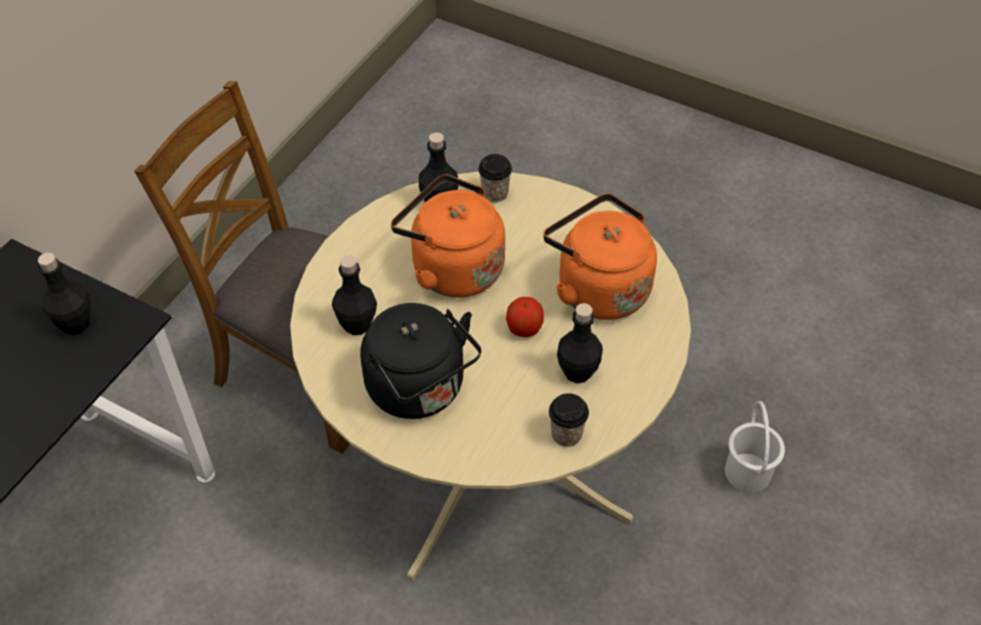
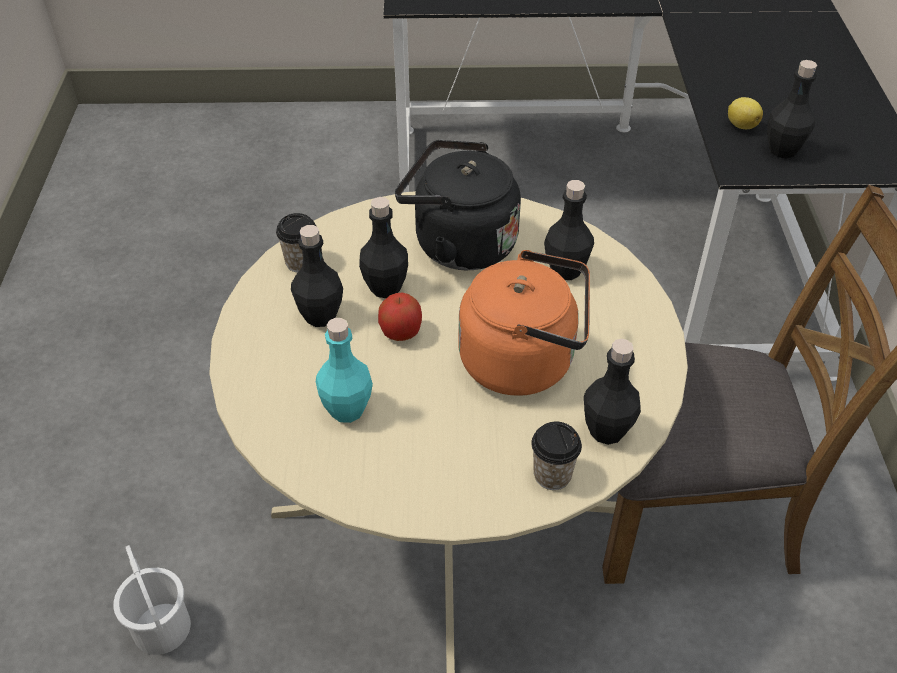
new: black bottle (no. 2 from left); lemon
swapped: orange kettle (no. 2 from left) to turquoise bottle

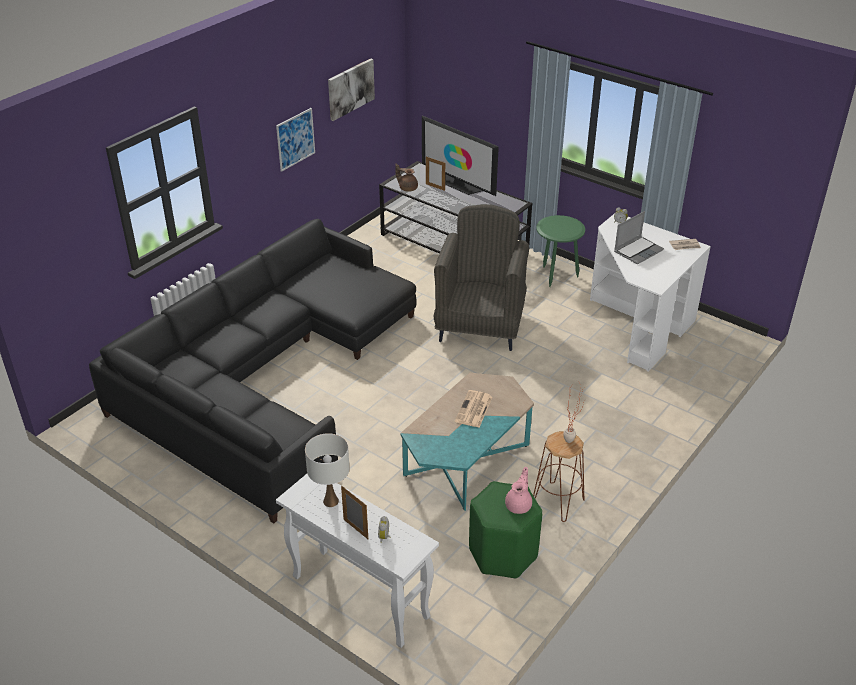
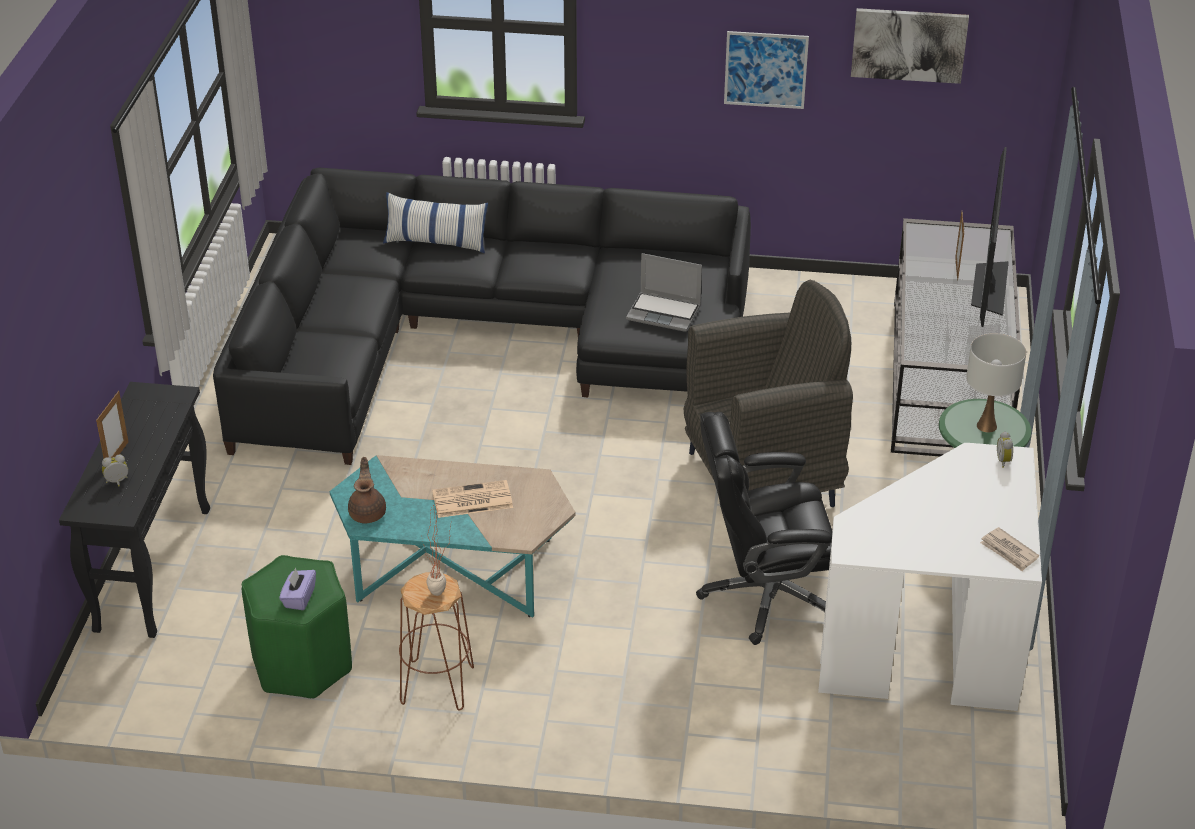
new: pillow; black office chair
shifted: white table lamp; brown teapot; laptop
swapped: pink teapot to purple tissue box
repainted: white console table to black console table

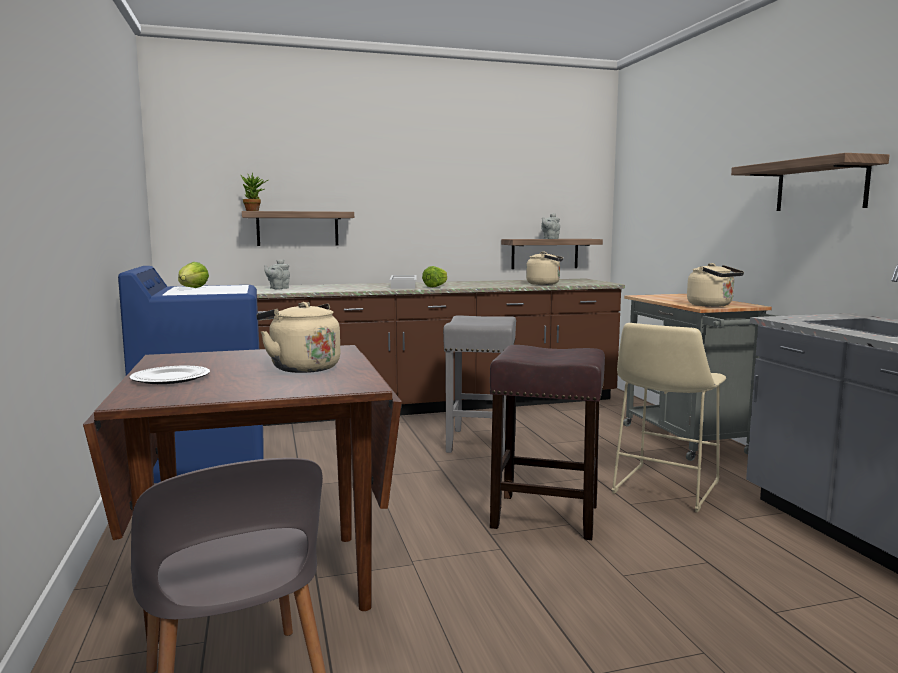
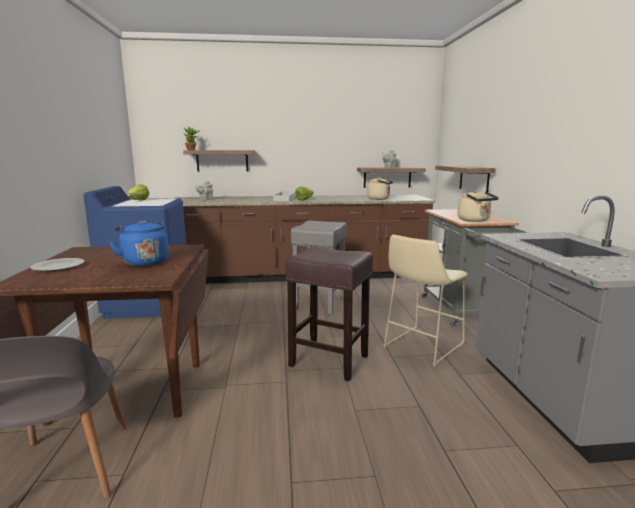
shifted: shelf (no. 3 from left)
repainted: beige kettle (no. 1 from left) to blue kettle

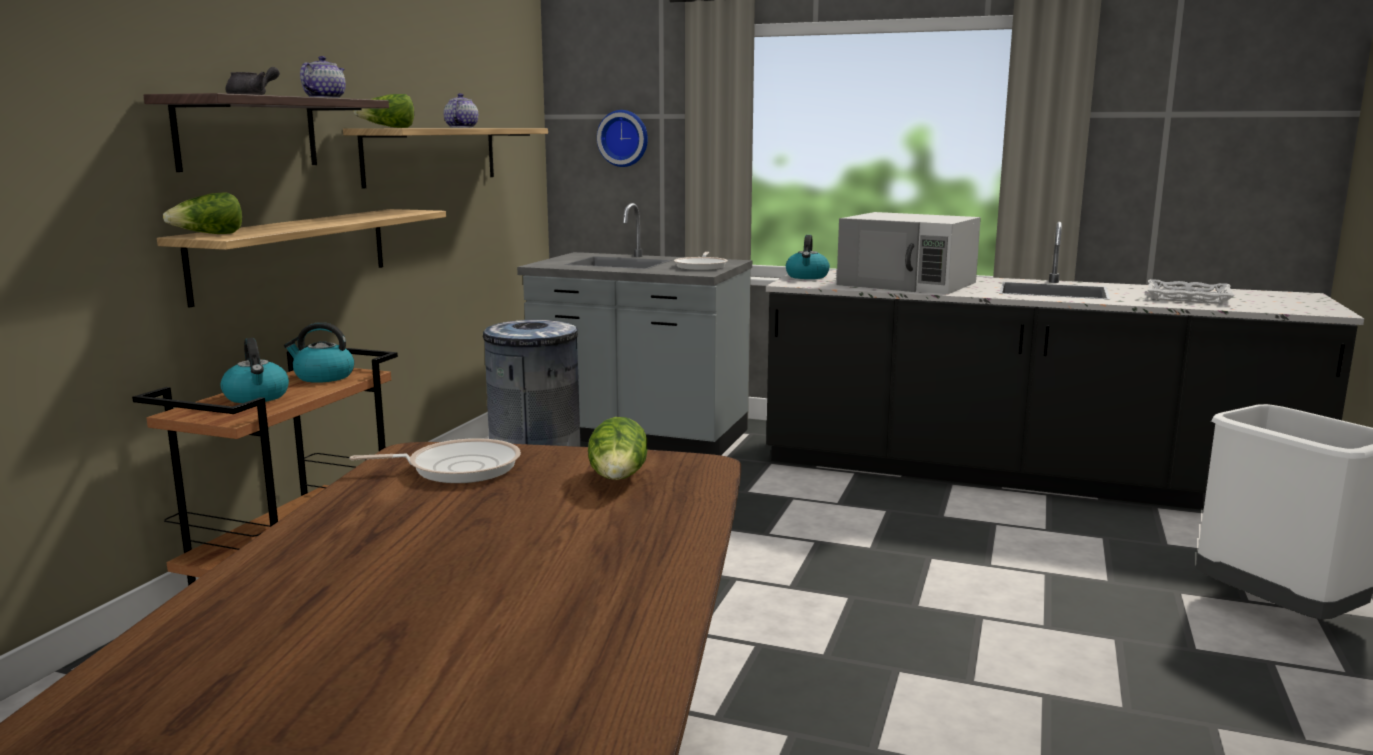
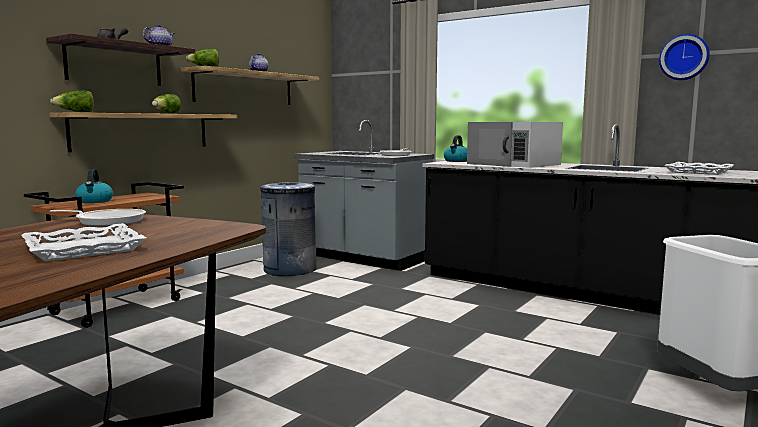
gone: kettle (no. 2 from left)
new: white tray (no. 1 from left)
shifted: lettuce (no. 3 from left in the first image) to lettuce (no. 2 from left); wall clock

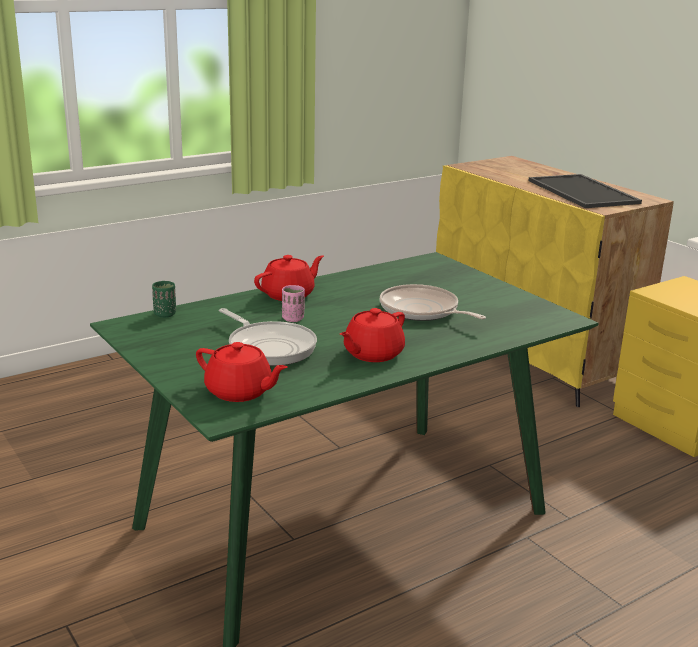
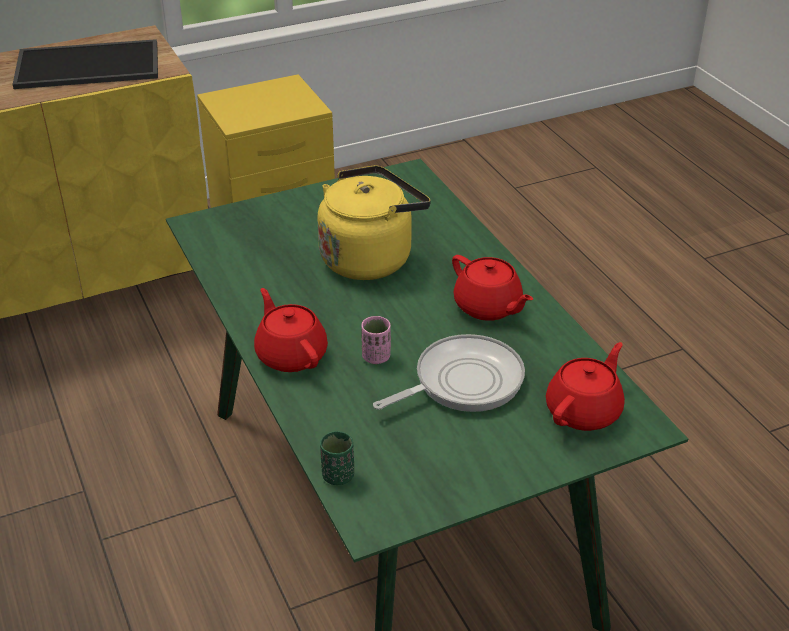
swapped: frying pan (no. 2 from left) to yellow kettle

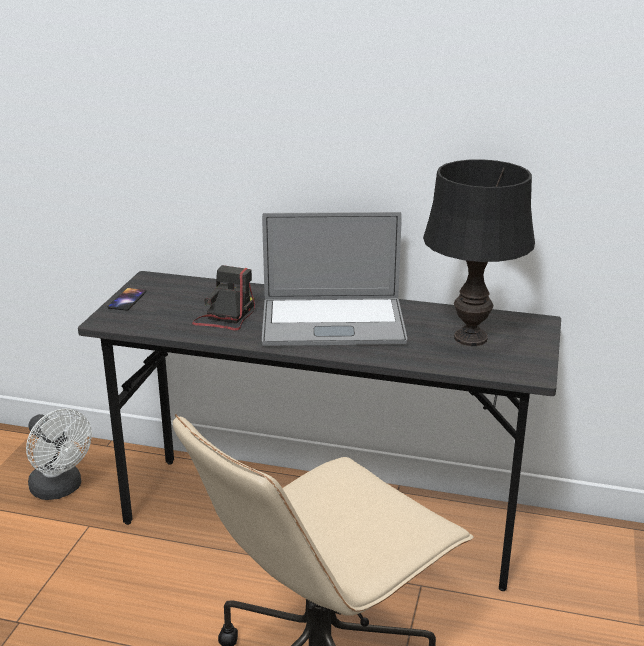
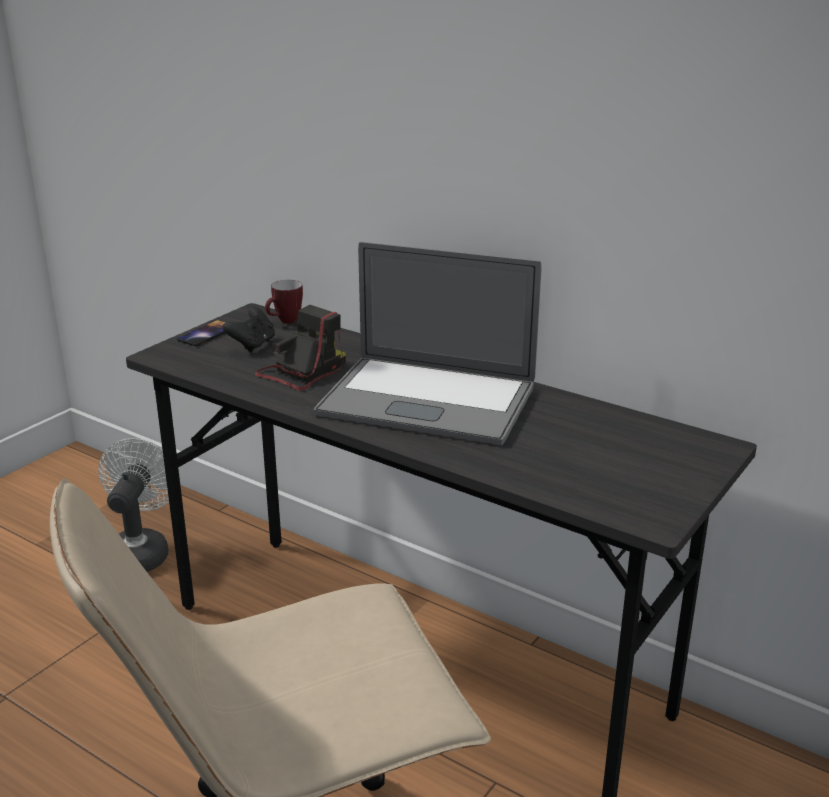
gone: black table lamp
new: black game controller; mug
rotated: white fan 150 degrees counterclockwise

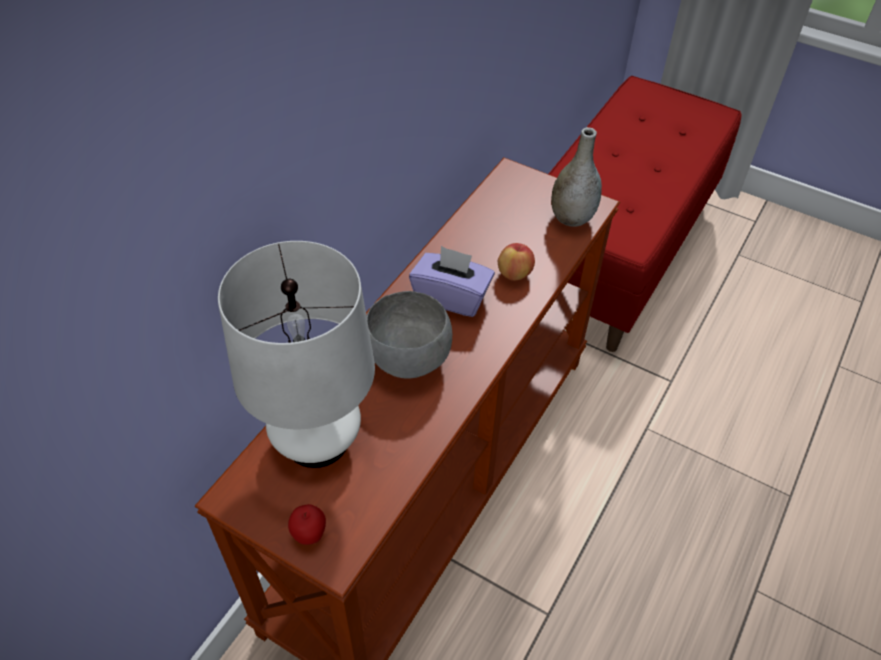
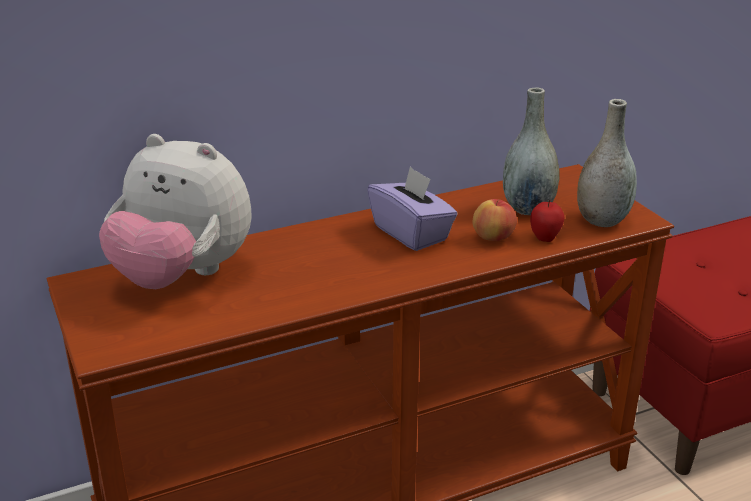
gone: grey bowl
new: grey vase (no. 1 from left)
shifted: apple (no. 1 from left in the first image) to apple (no. 2 from left)
swapped: white table lamp to plush toy

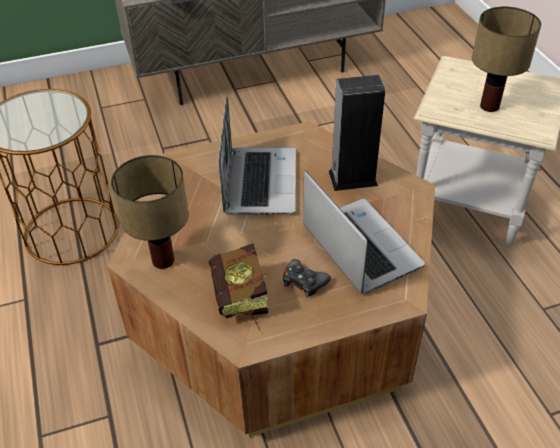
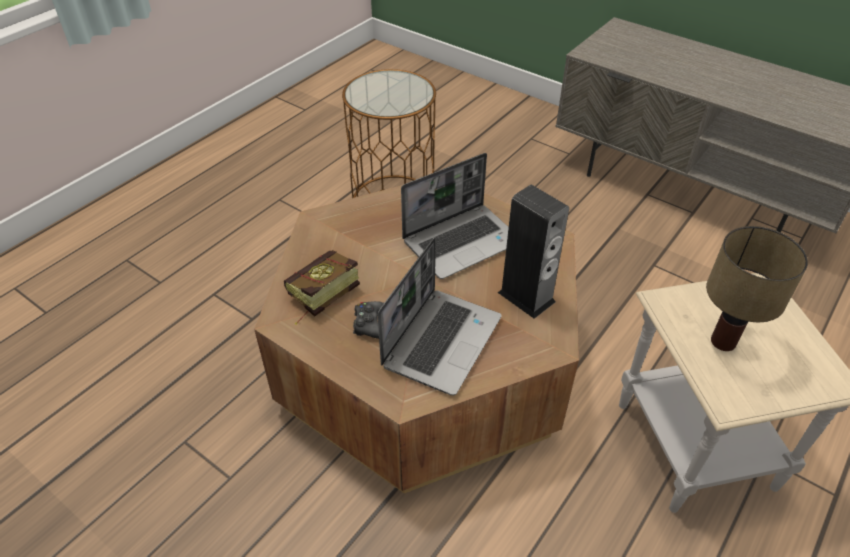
gone: table lamp (no. 1 from left)

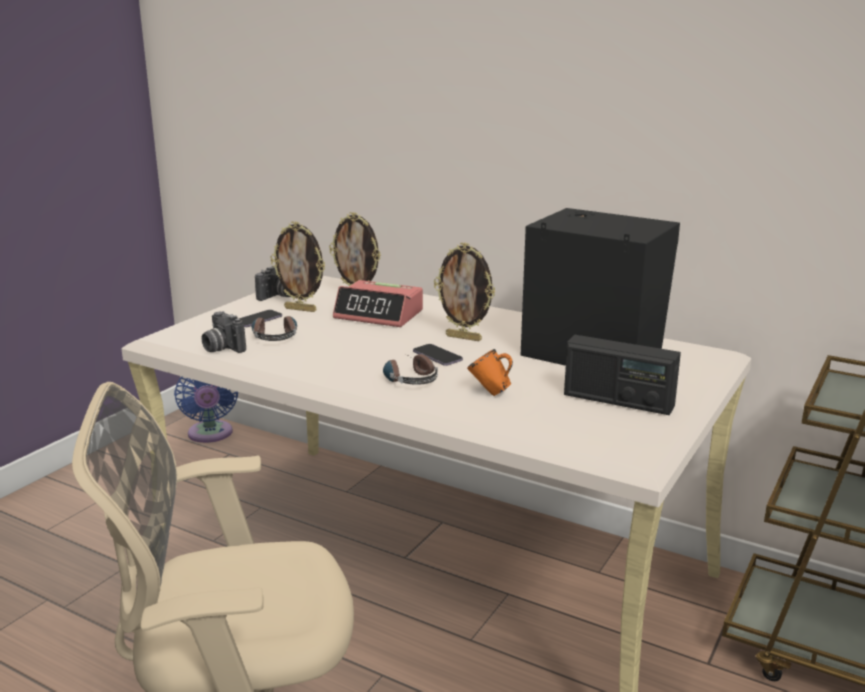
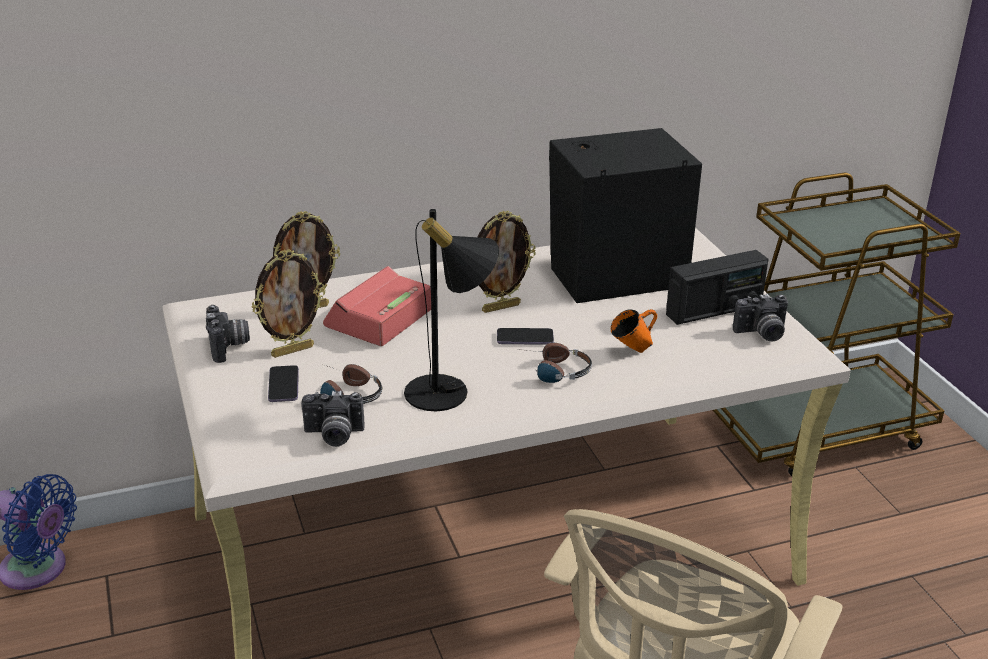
new: black table lamp; photo camera (no. 3 from left)
rotated: alarm clock 150 degrees clockwise

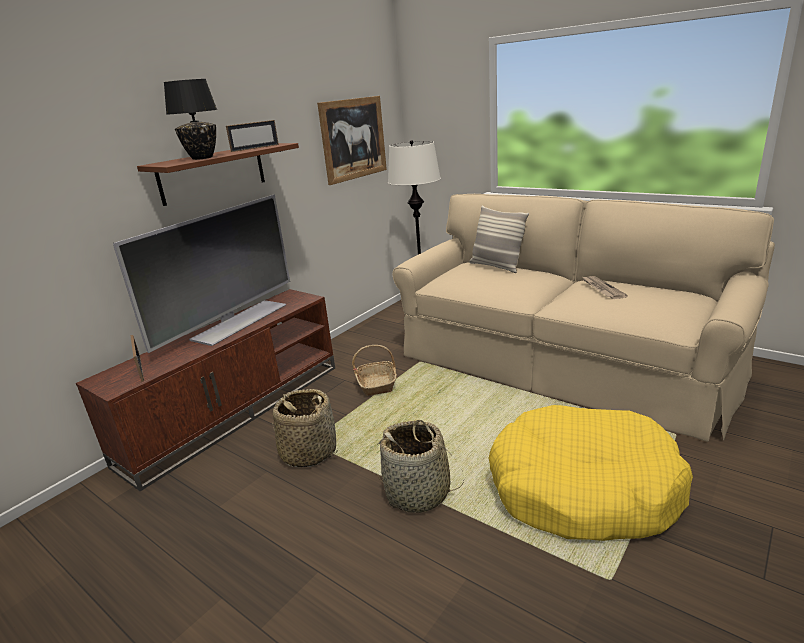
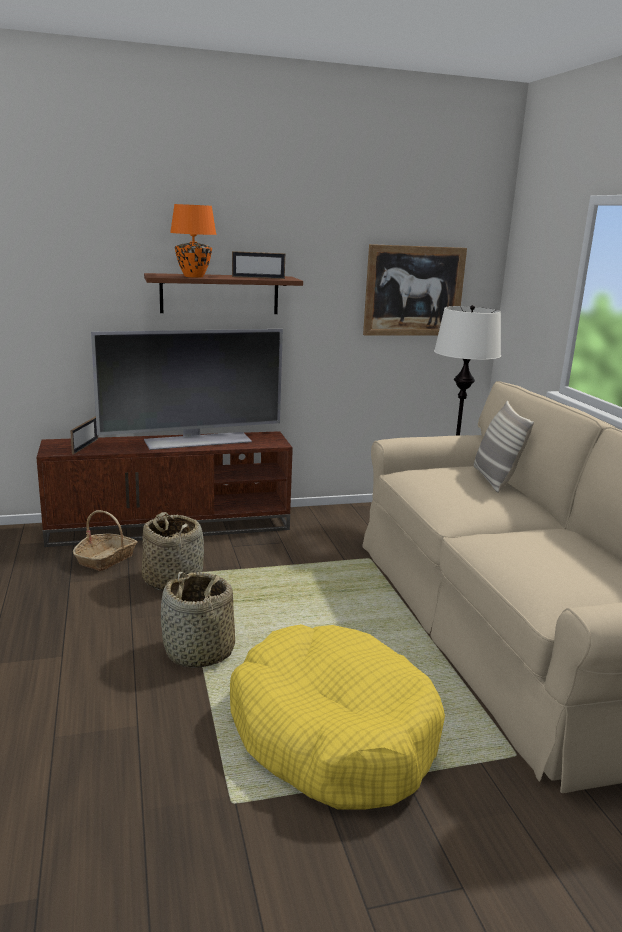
gone: newspaper
shifted: basket (no. 2 from left in the first image) to basket (no. 1 from left)
repainted: black table lamp to orange table lamp

